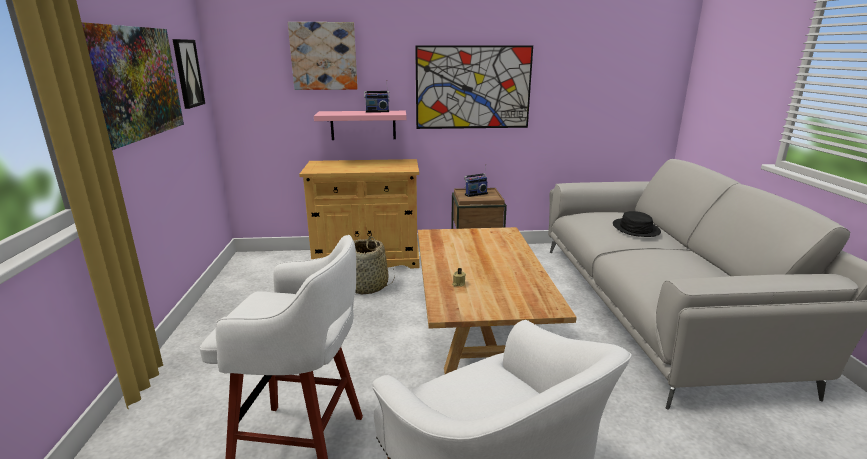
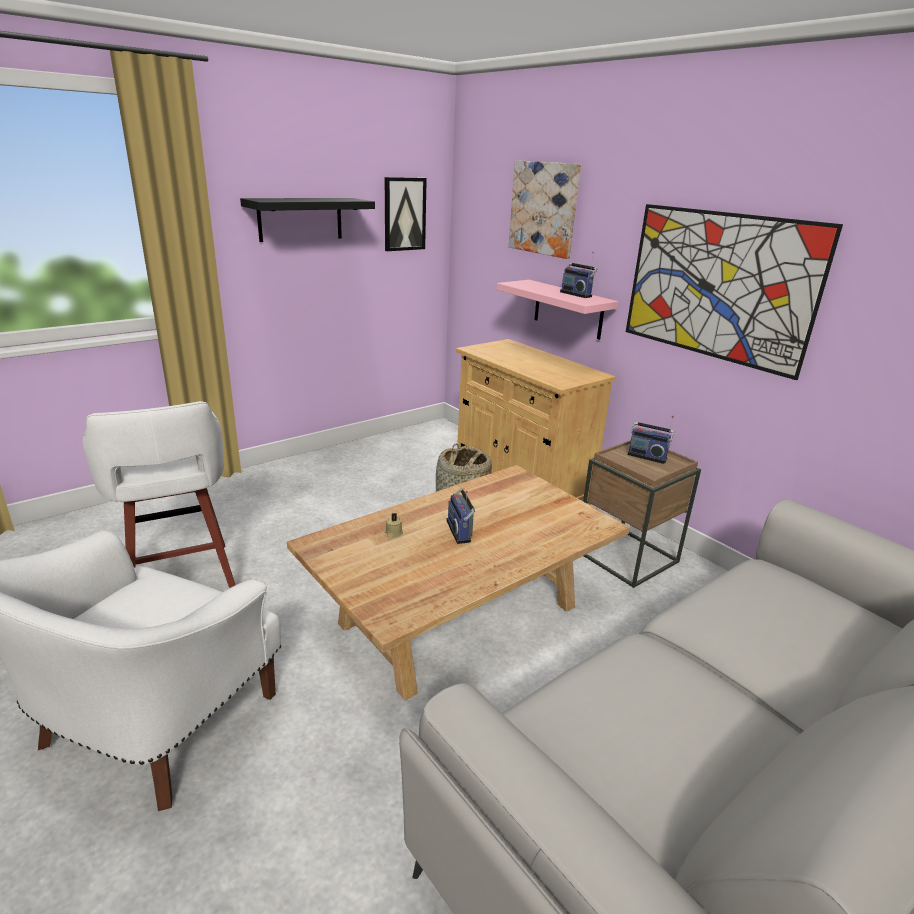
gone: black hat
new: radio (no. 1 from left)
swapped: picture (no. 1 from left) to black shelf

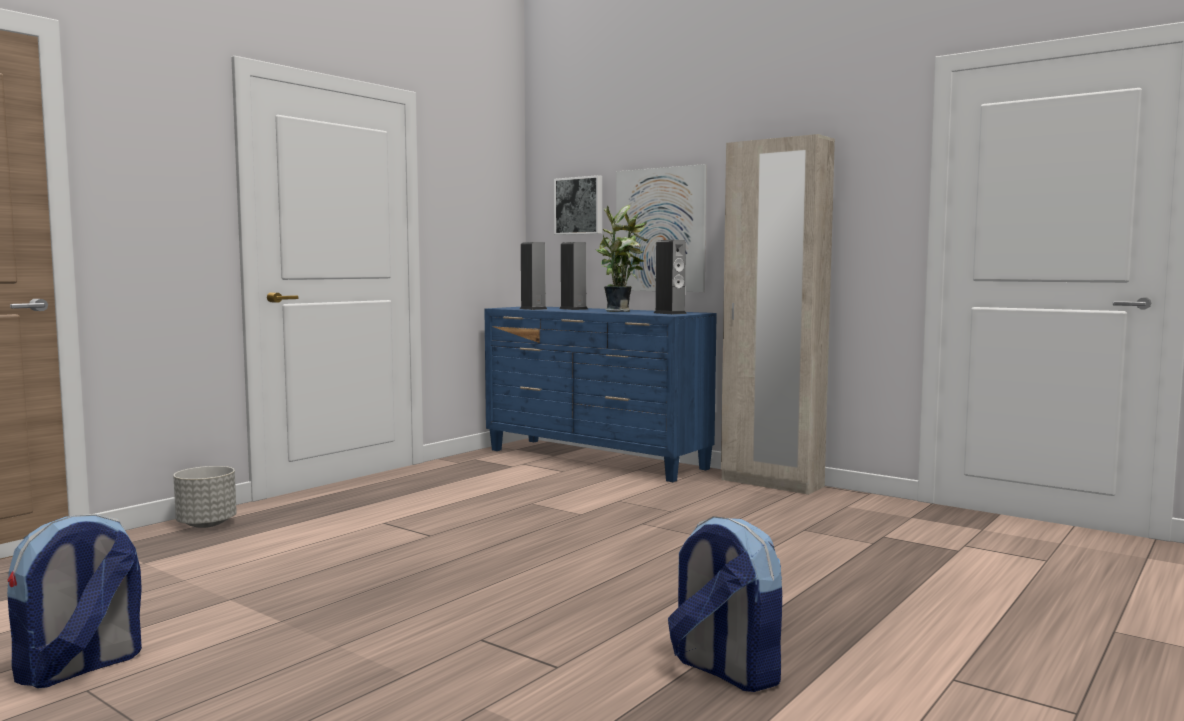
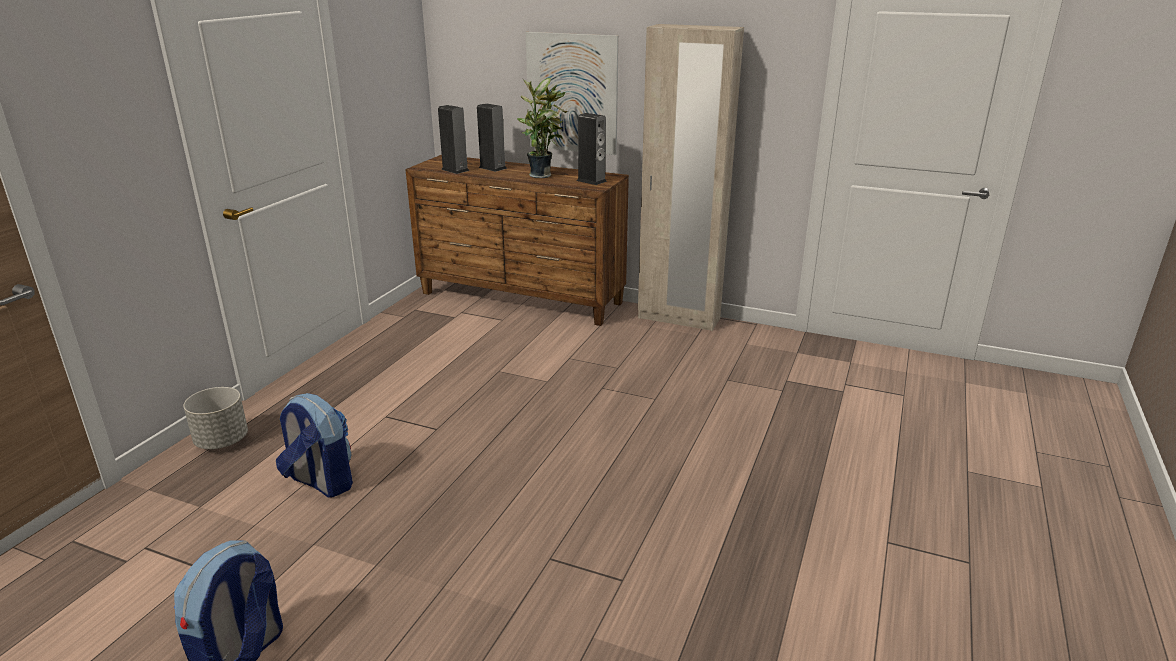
gone: picture (no. 1 from left)
shifted: backpack (no. 2 from left)
repainted: blue dresser to brown dresser

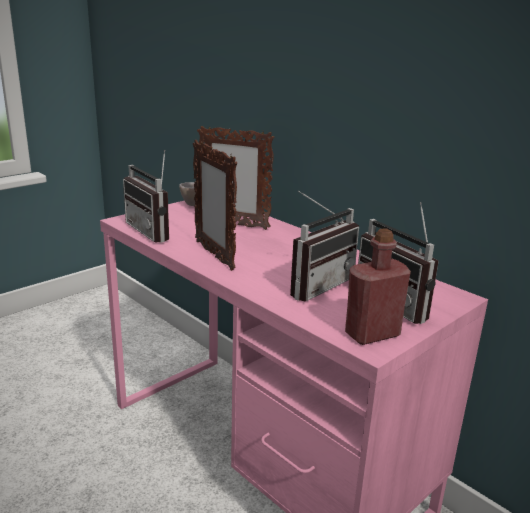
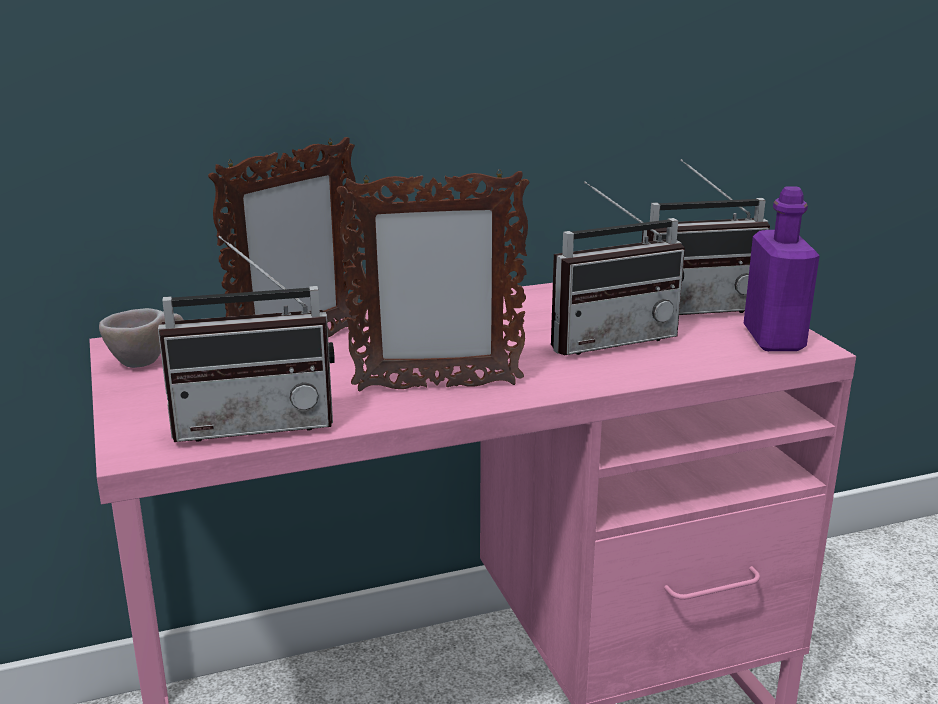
repainted: red bottle to purple bottle
rotated: radio (no. 2 from left) 90 degrees clockwise

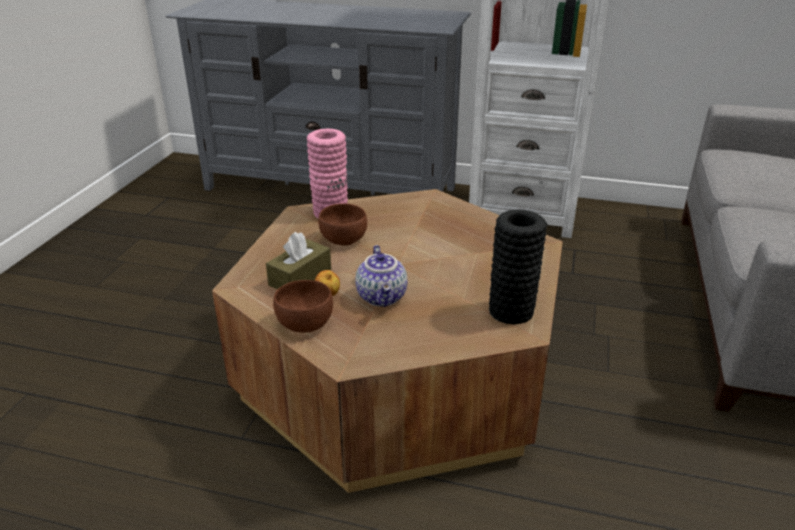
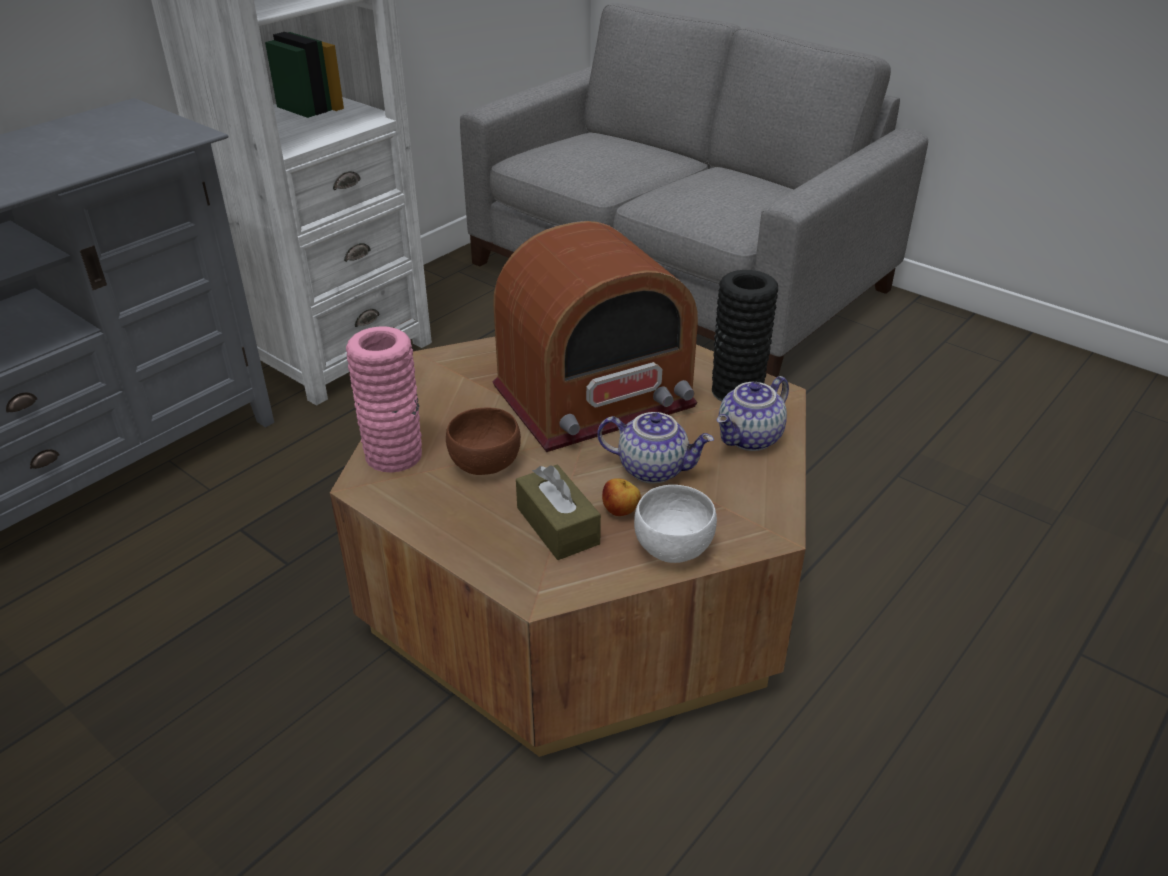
new: radio; teapot (no. 2 from left)
repainted: brown bowl (no. 1 from left) to white bowl

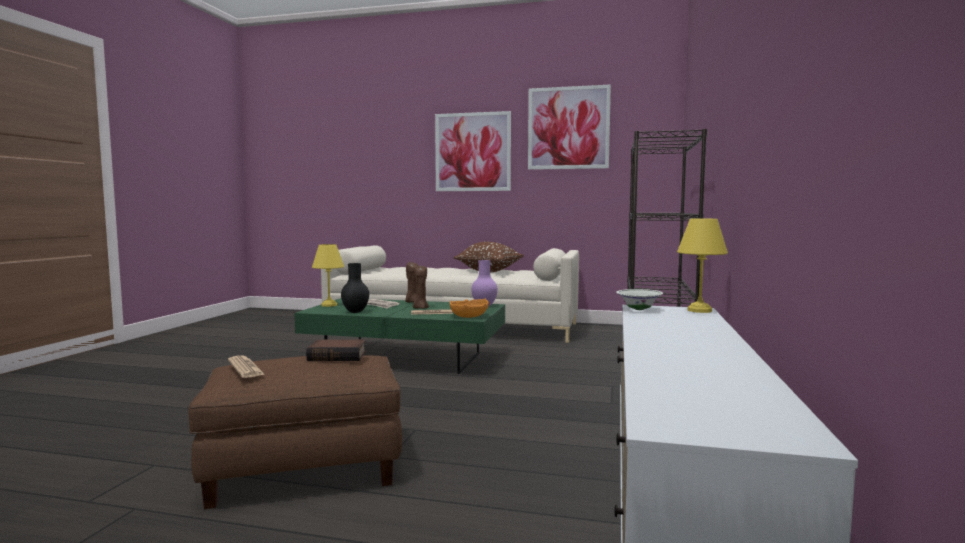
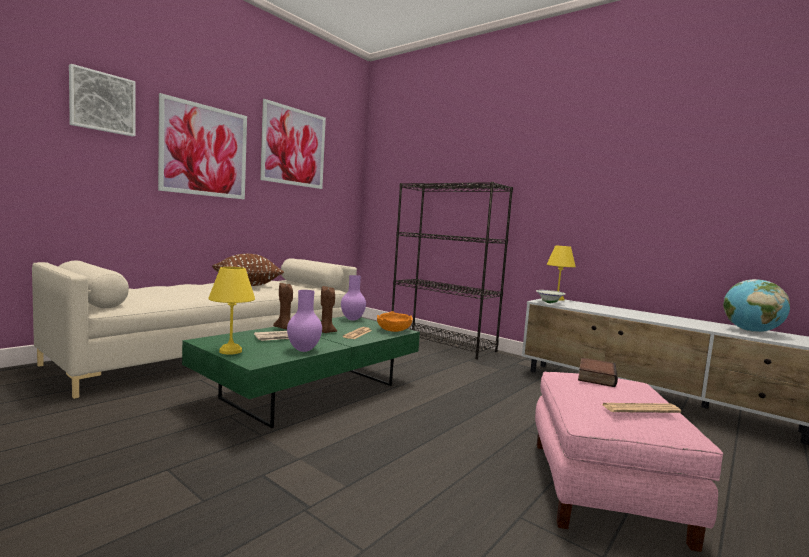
new: picture (no. 1 from left); globe
repainted: brown ottoman to pink ottoman; black vase to purple vase (no. 1 from left)

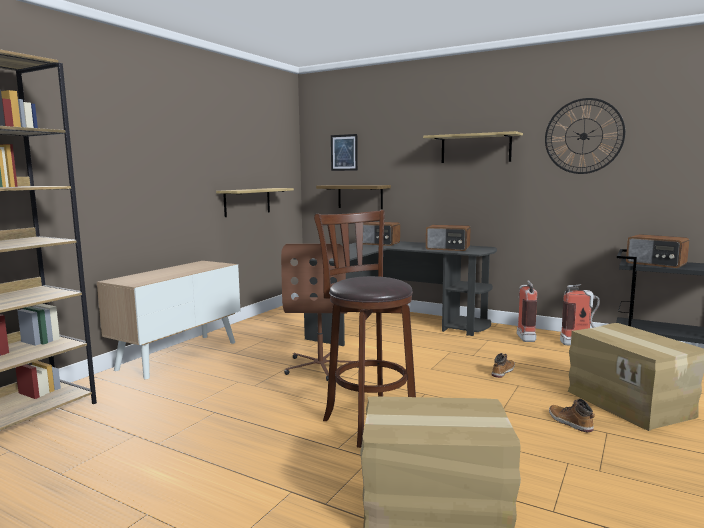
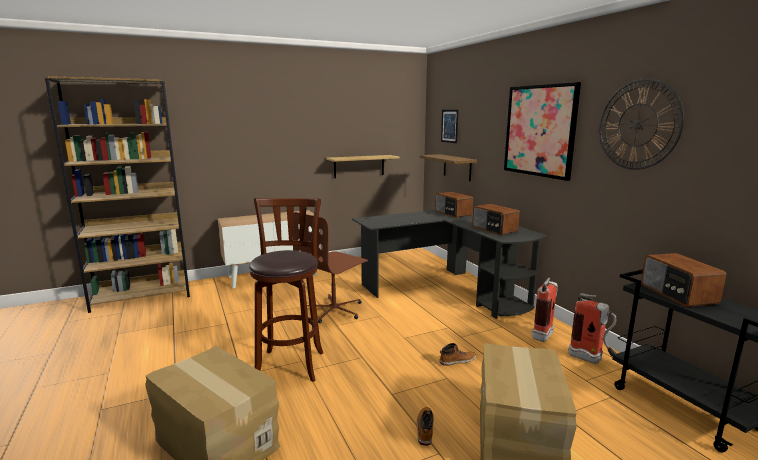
swapped: shelf (no. 3 from left) to picture (no. 2 from left)

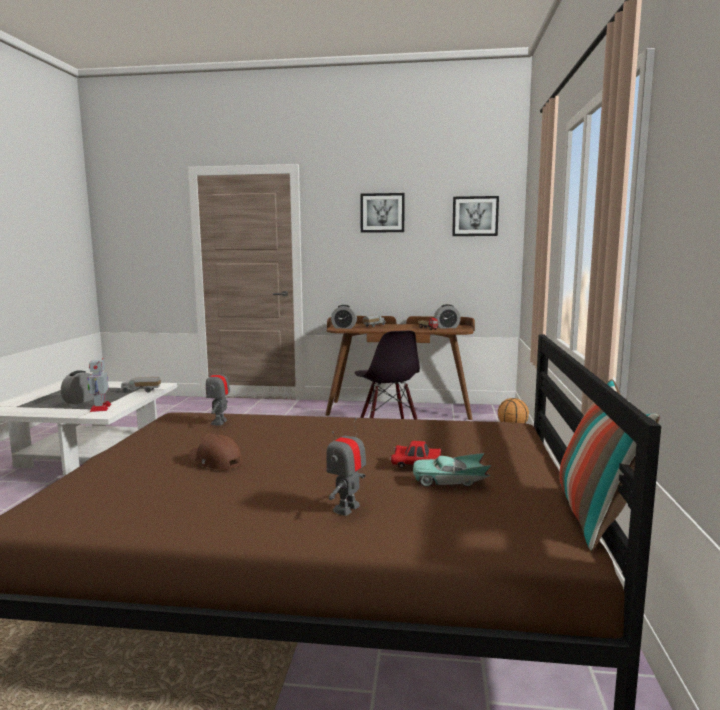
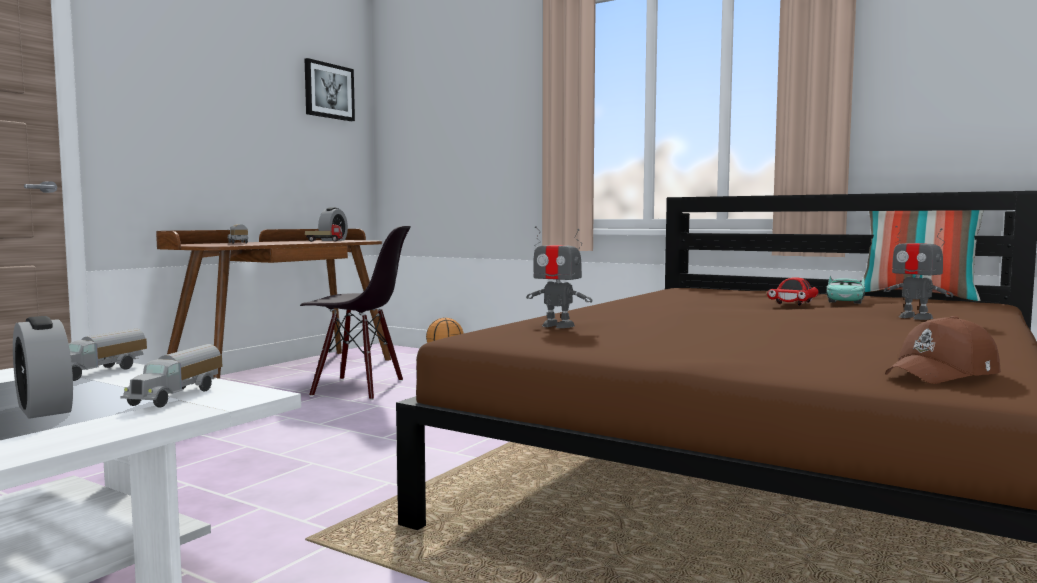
gone: alarm clock (no. 2 from left); picture (no. 1 from left)
shifted: brown cap
swapped: toy robot (no. 1 from left) to toy truck (no. 2 from left)

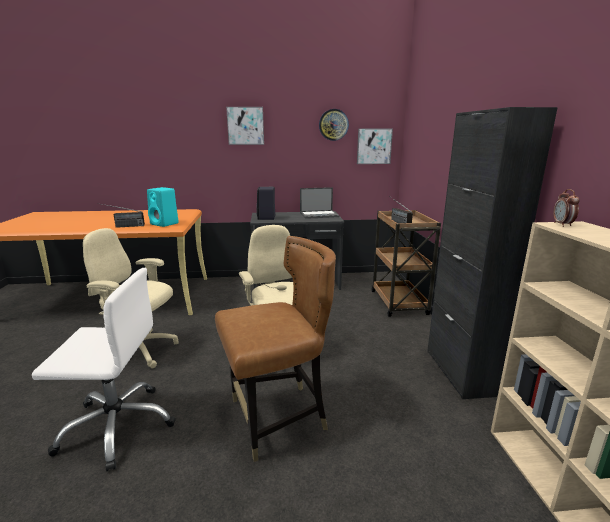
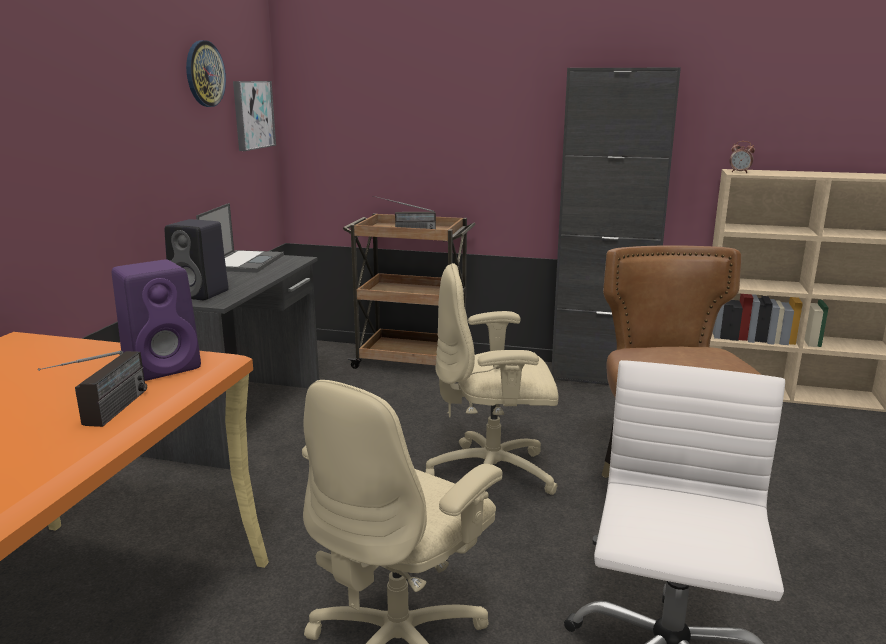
gone: picture (no. 1 from left)
repainted: turquoise speaker to purple speaker

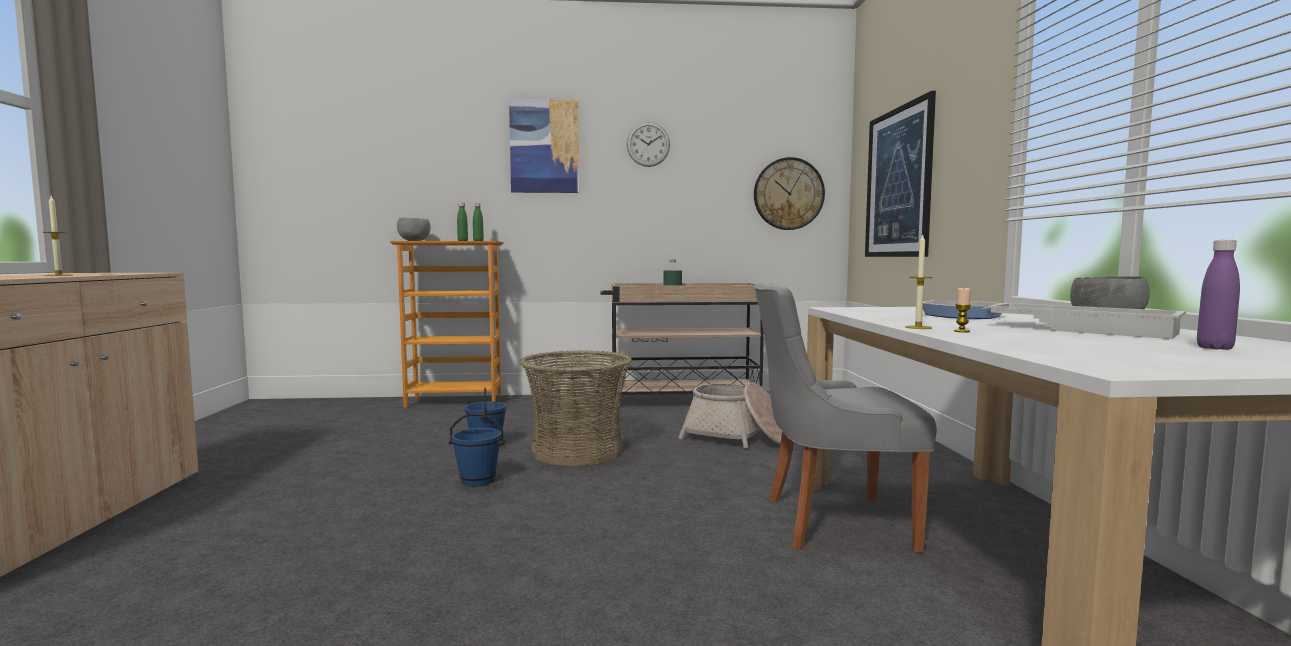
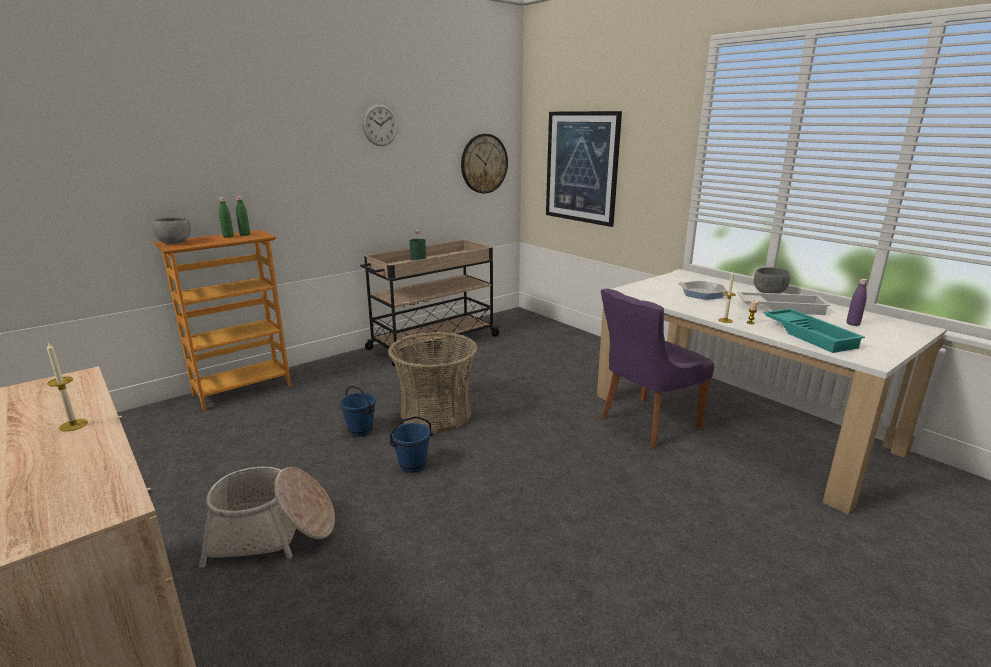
gone: picture (no. 1 from left)
new: turquoise tray
shifted: basket (no. 2 from left in the first image) to basket (no. 1 from left)
repainted: grey chair to purple chair

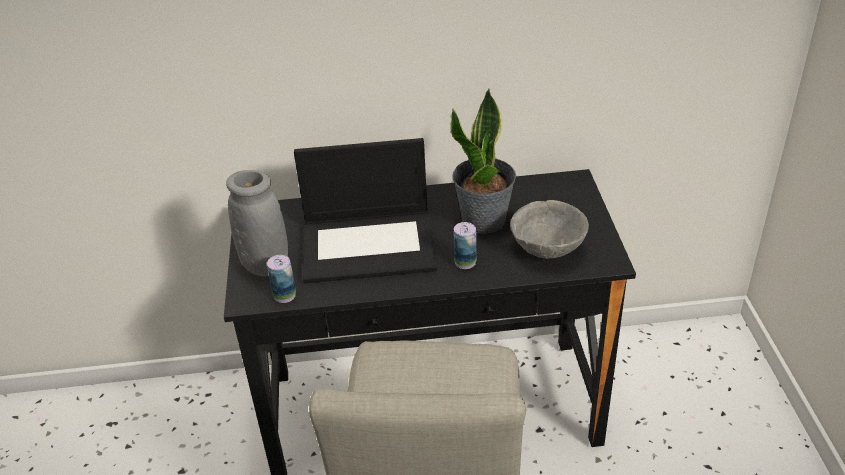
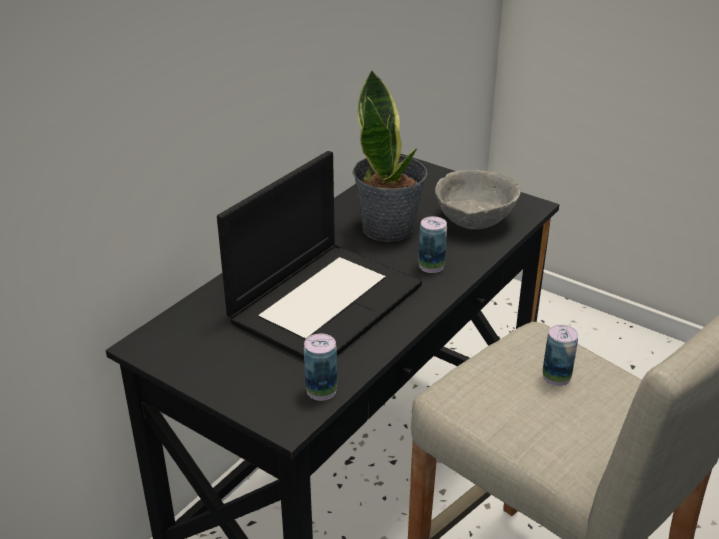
gone: grey vase
new: can (no. 3 from left)

